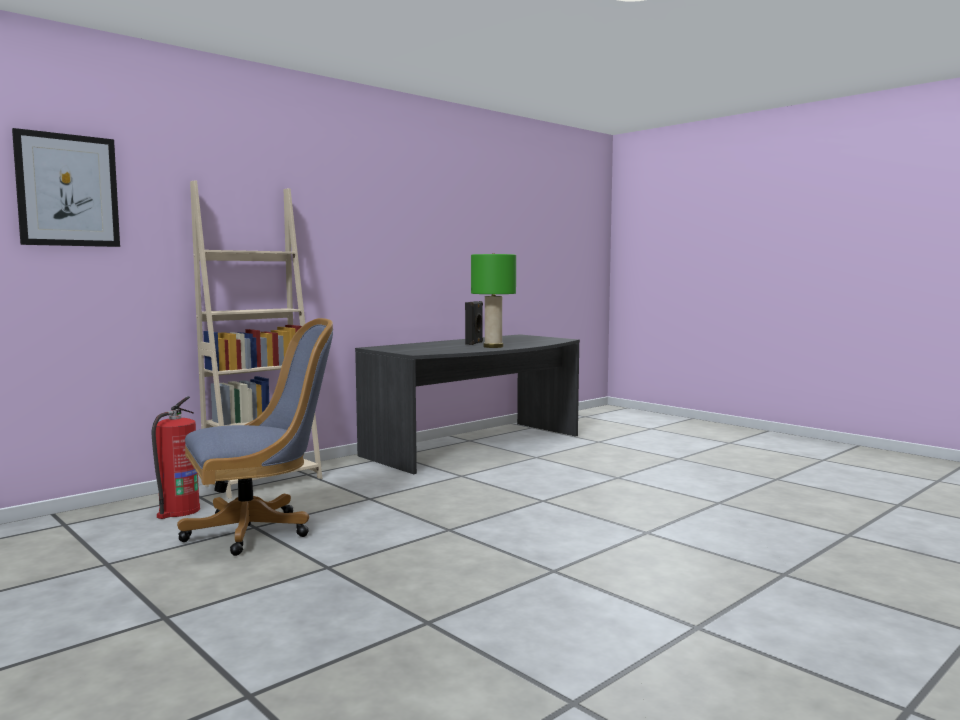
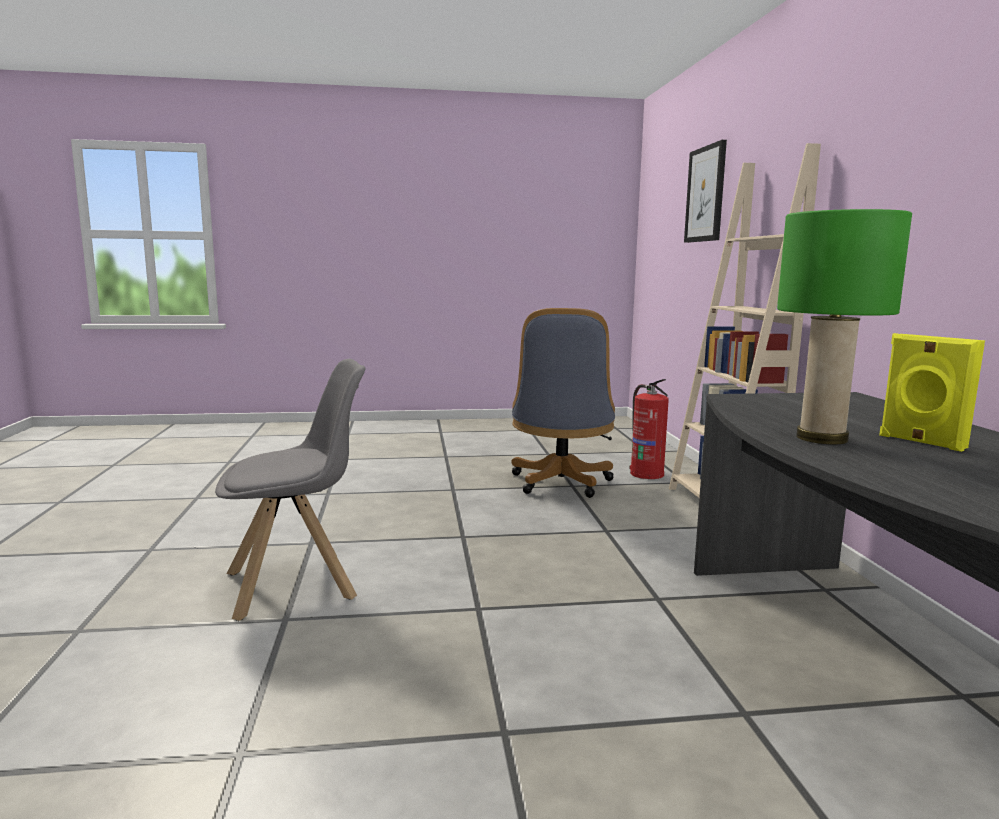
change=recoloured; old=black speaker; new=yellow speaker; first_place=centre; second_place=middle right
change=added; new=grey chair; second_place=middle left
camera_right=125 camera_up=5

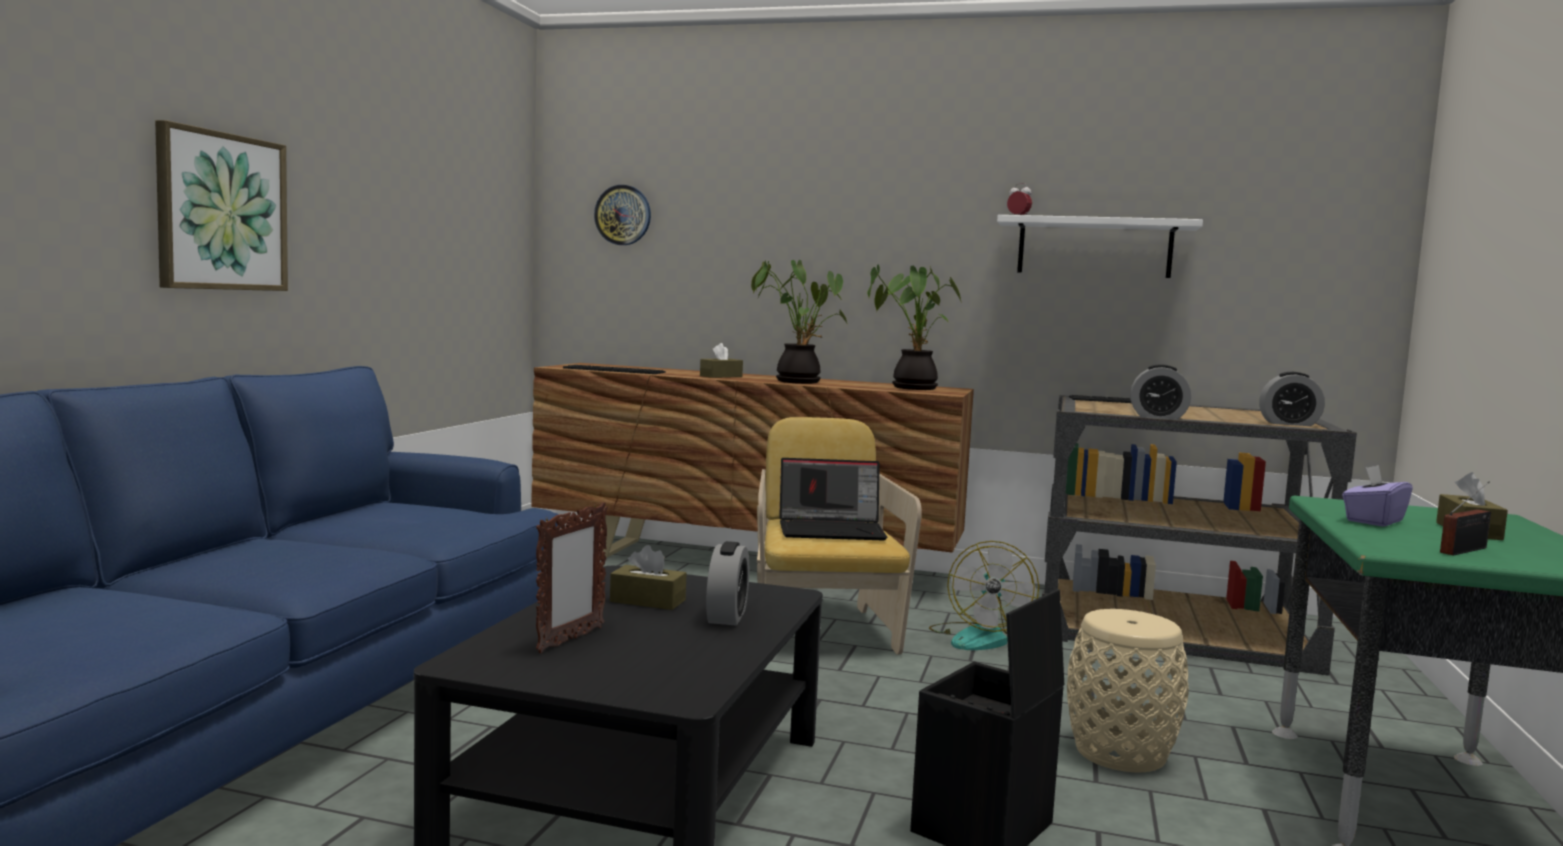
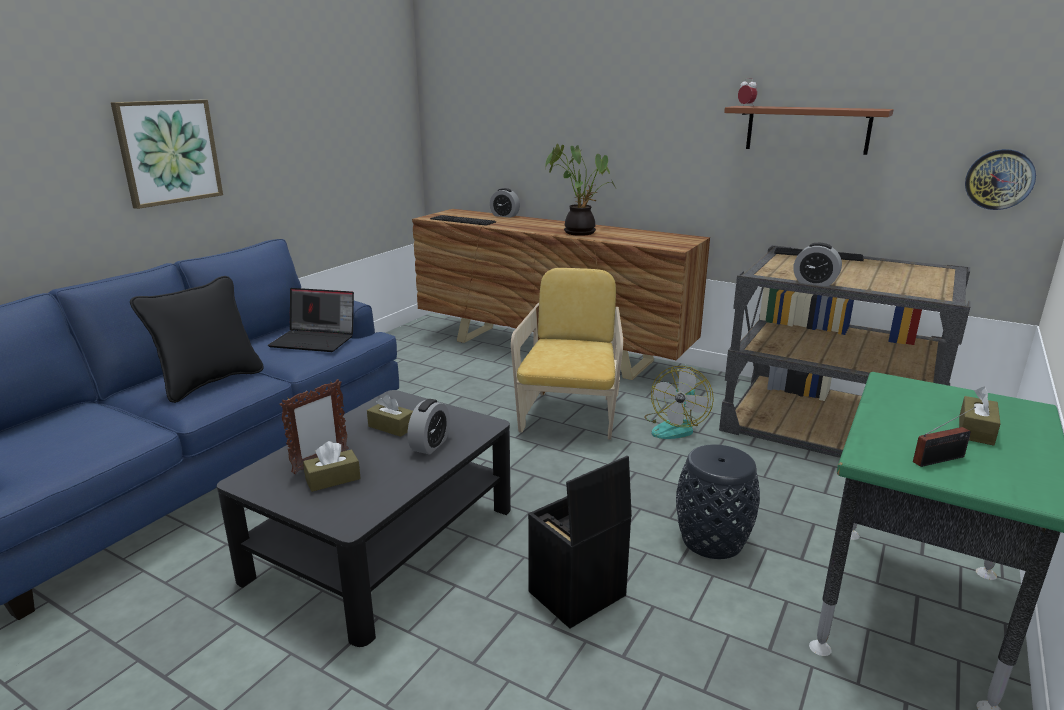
change=moved; old=wall clock; first_place=top centre; second_place=top right
change=moved; old=brown tissue box (2nd from left in the first image); new=brown tissue box (1st from left); first_place=centre; second_place=middle left
change=moved; old=laptop; first_place=centre; second_place=middle left
change=removed; old=potted plant (2nd from left); first_place=centre
change=recoloured; old=white shelf; new=brown shelf; first_place=top right; second_place=top right
change=recoloured; old=beige stool; new=black stool; first_place=bottom right; second_place=bottom right
change=moved; old=alarm clock (4th from left in the first image); new=alarm clock (2nd from left); first_place=middle right; second_place=top centre
change=removed; old=purple tissue box; first_place=middle right
change=added; new=black pillow; second_place=middle left
camera_right=15 camera_up=15

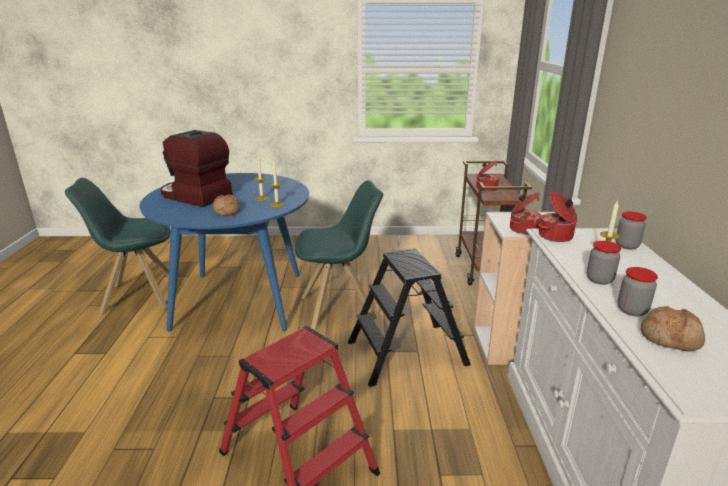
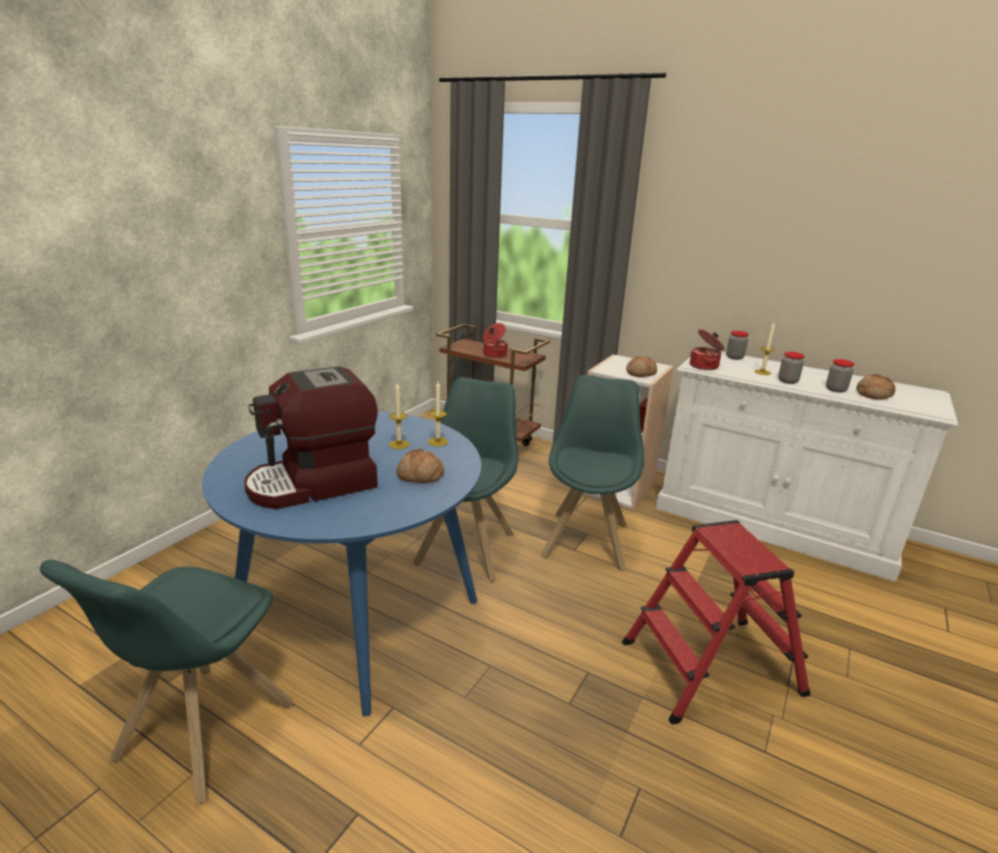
change=replaced; old=black step ladder; new=turquoise chair (3rd from left); first_place=centre; second_place=centre
change=replaced; old=cooking pot (2nd from left); new=bread (2nd from left); first_place=middle right; second_place=centre
camera_right=-60 camera_up=0

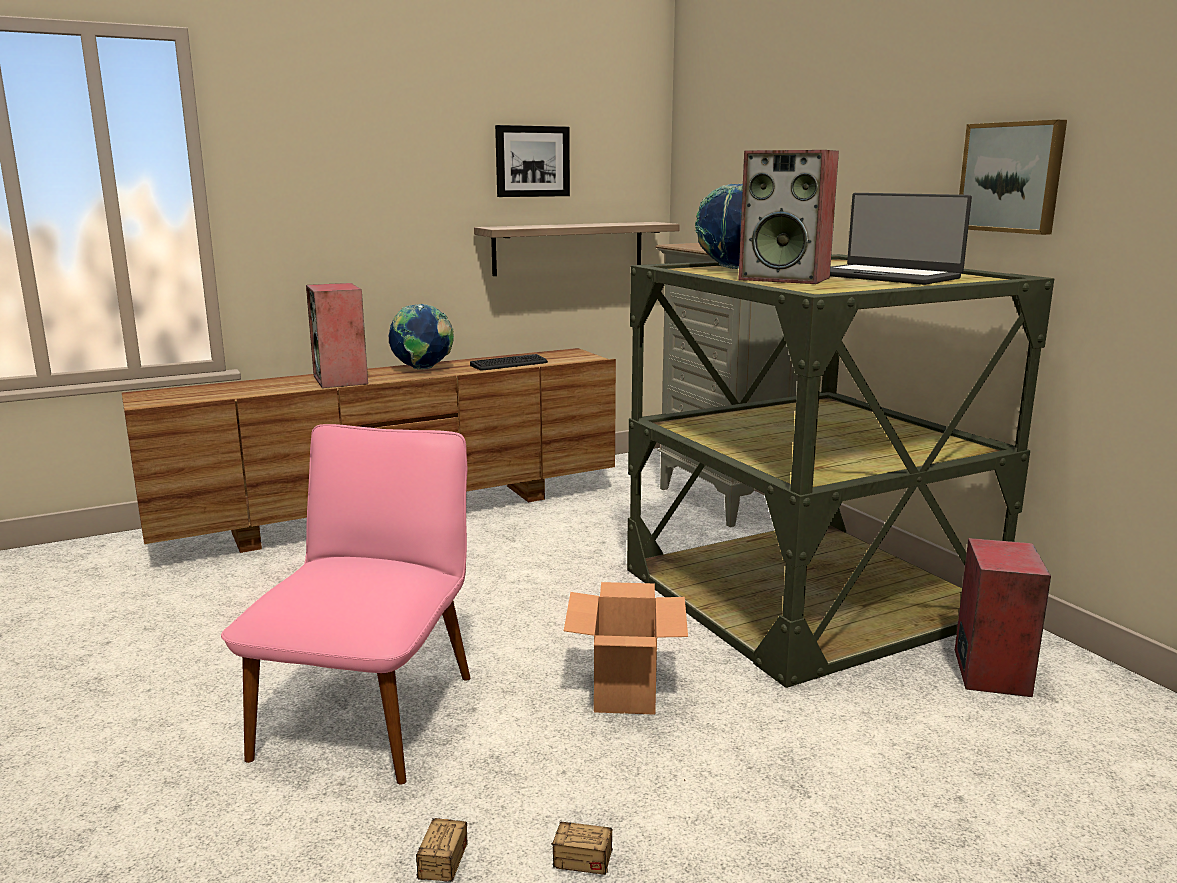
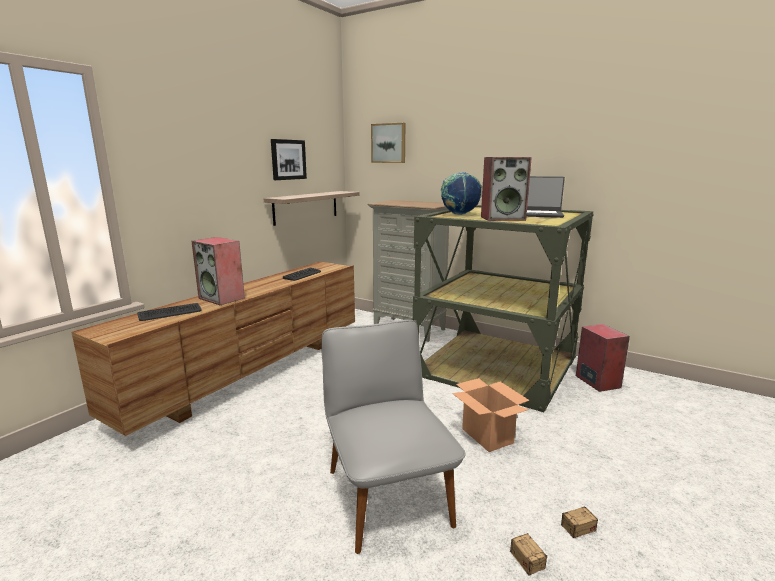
change=recoloured; old=pink chair; new=grey chair; first_place=bottom left; second_place=bottom centre
change=removed; old=globe (1st from left); first_place=centre
change=moved; old=picture (2nd from left); first_place=top right; second_place=top centre
change=added; new=keyboard (1st from left); second_place=middle left
camera_right=-30 camera_up=0

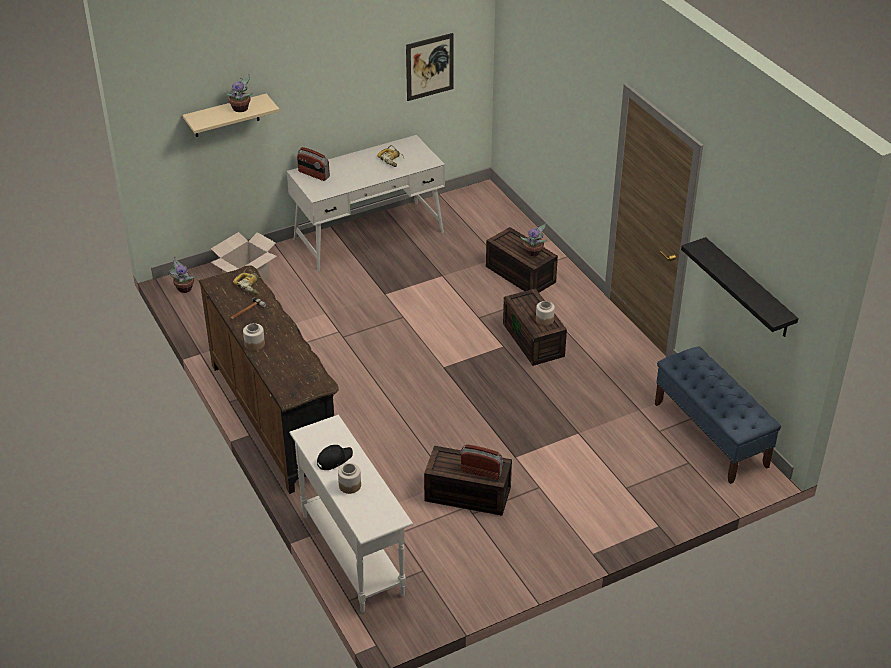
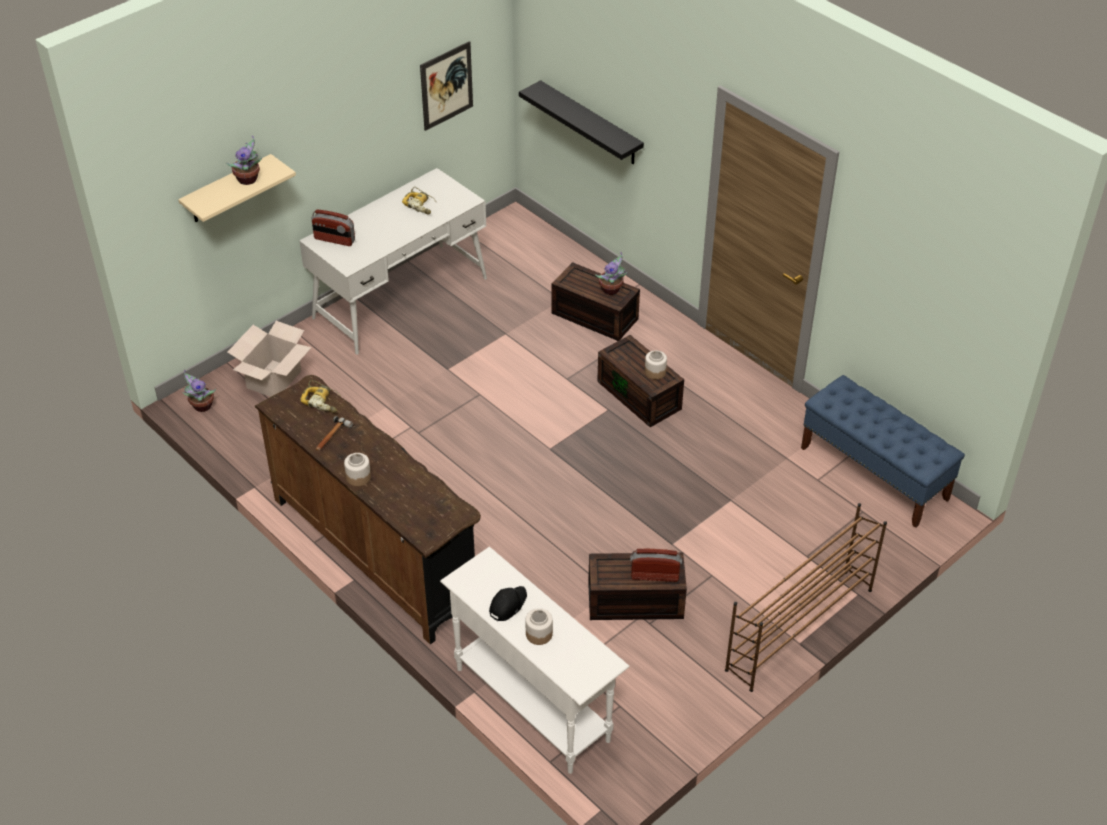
change=moved; old=black shelf; first_place=middle right; second_place=top centre
change=added; new=brown shoe rack; second_place=bottom right
camera_right=-15 camera_up=5

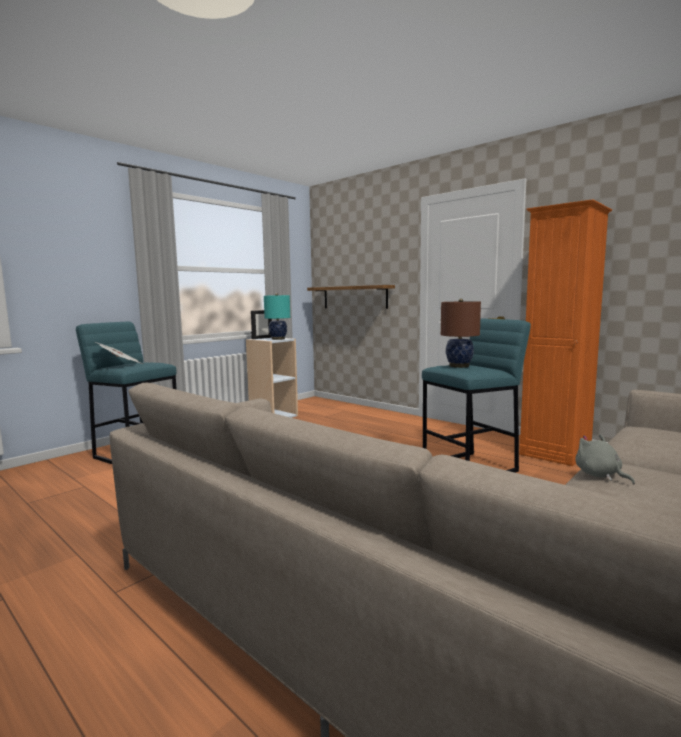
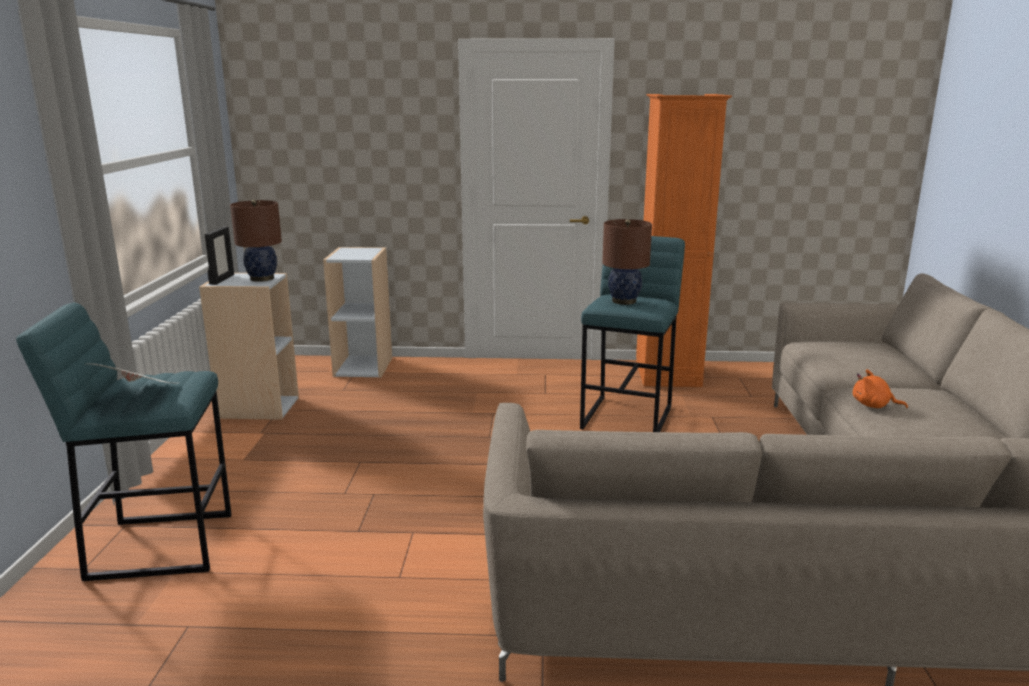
change=recoloured; old=turquoise table lamp; new=brown table lamp (1st from left); first_place=centre; second_place=middle left
change=removed; old=shelf; first_place=centre
change=recoloured; old=grey plush toy; new=orange plush toy; first_place=middle right; second_place=middle right
change=added; new=bookcase (2nd from left); second_place=centre
camera_right=-40 camera_up=10

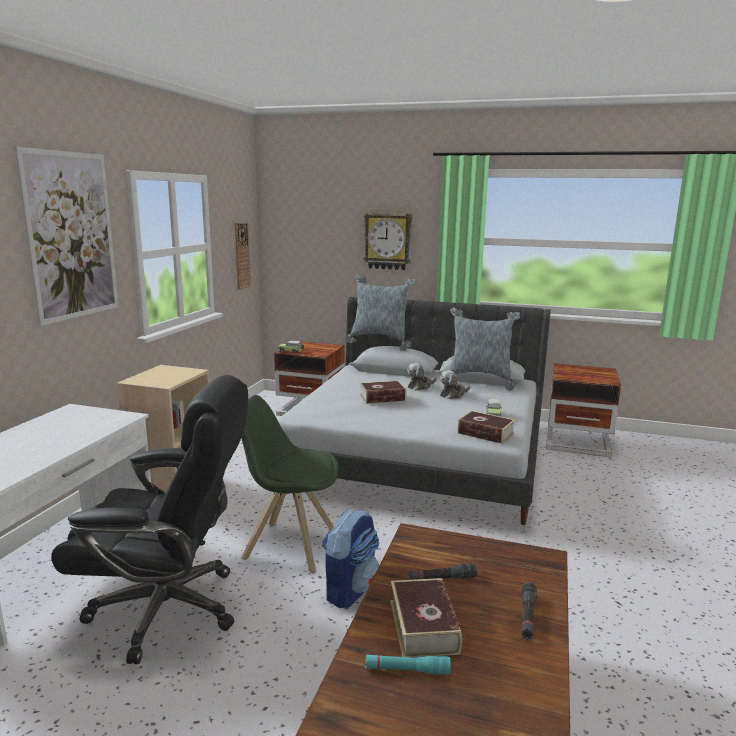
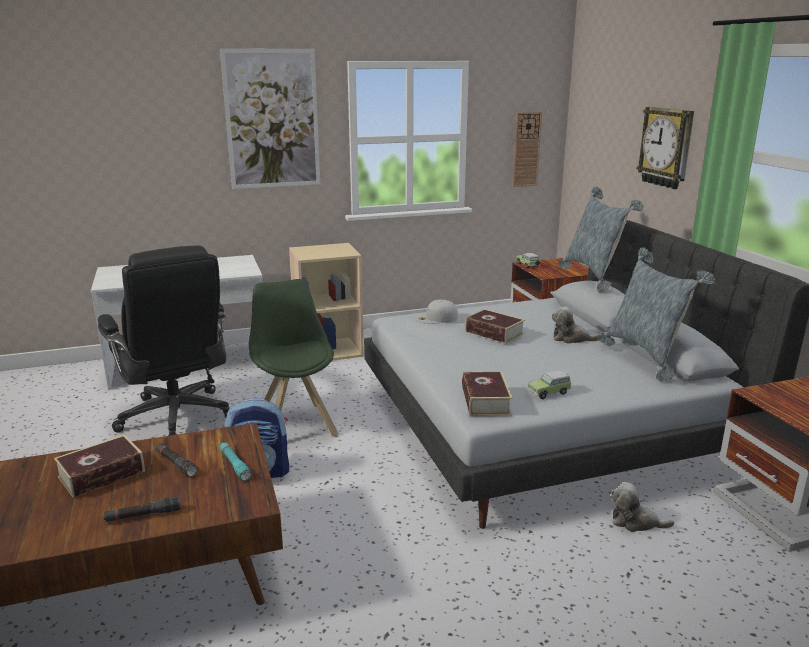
change=moved; old=turquoise flashlight; first_place=bottom centre; second_place=bottom left
change=moved; old=plush toy (2nd from left); first_place=centre; second_place=bottom right
change=added; new=white cap; second_place=centre
camera_right=55 camera_up=5

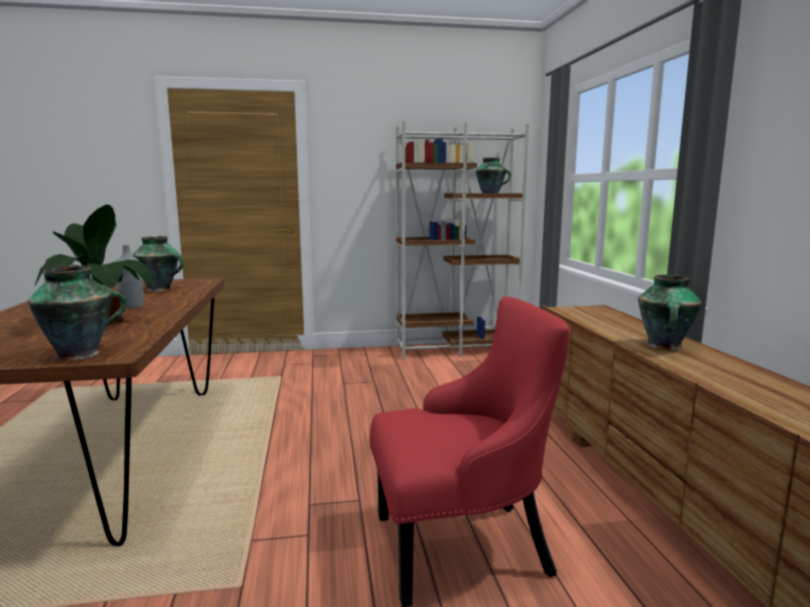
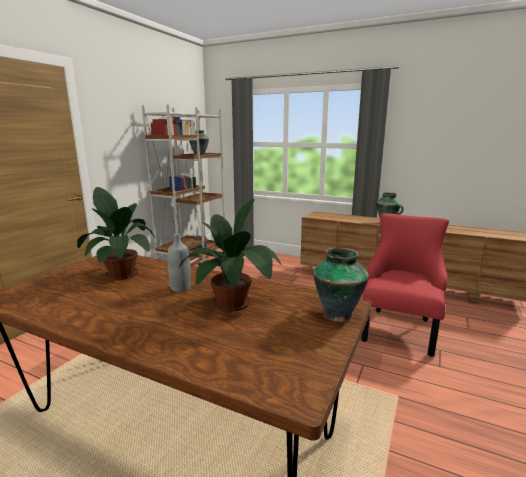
change=replaced; old=vase (2nd from left); new=potted plant (1st from left); first_place=middle left; second_place=middle left
camera_right=-55 camera_up=5

